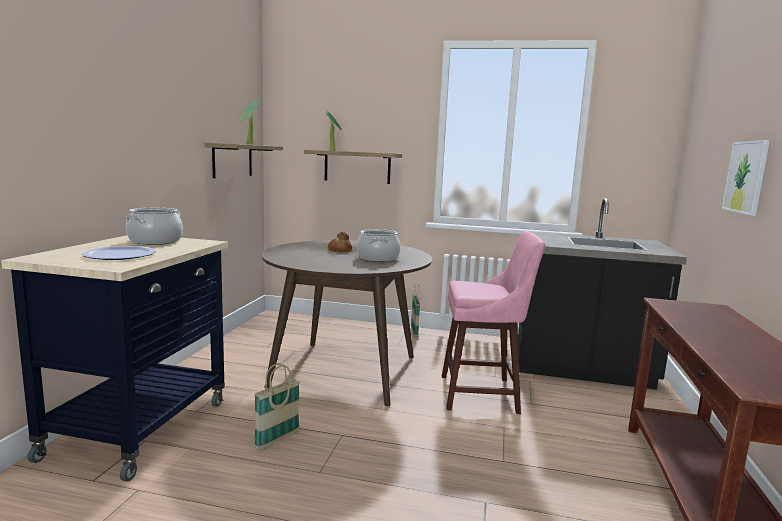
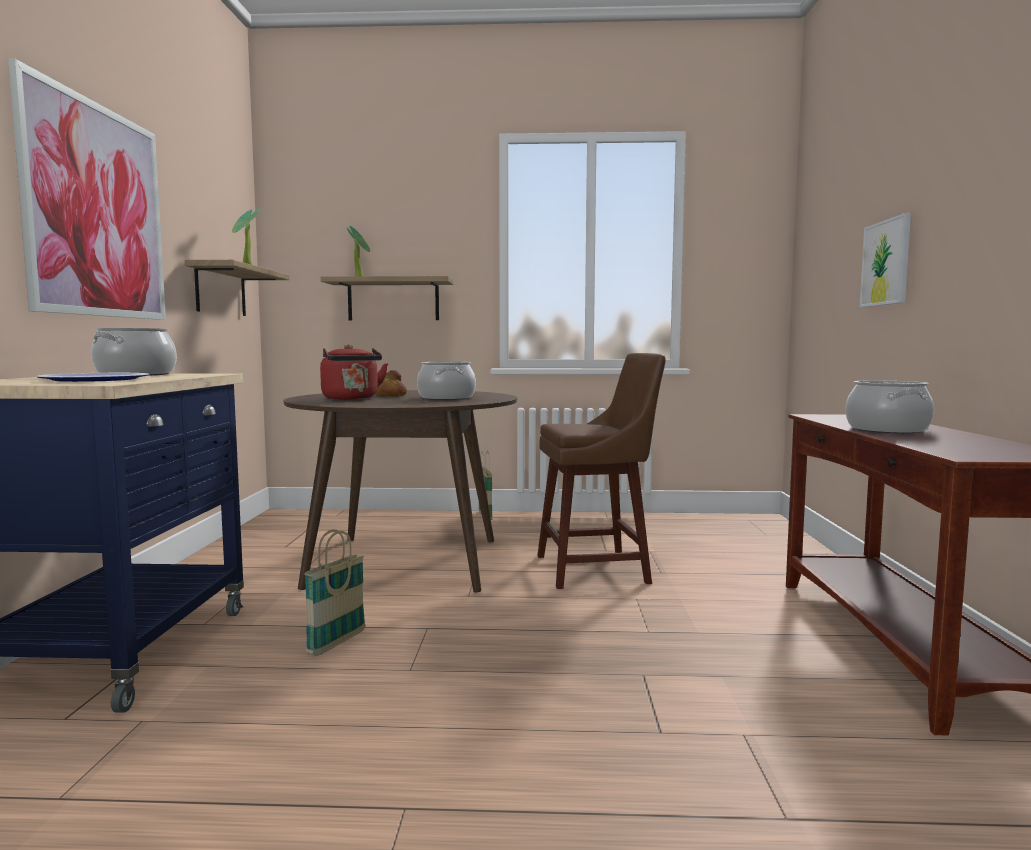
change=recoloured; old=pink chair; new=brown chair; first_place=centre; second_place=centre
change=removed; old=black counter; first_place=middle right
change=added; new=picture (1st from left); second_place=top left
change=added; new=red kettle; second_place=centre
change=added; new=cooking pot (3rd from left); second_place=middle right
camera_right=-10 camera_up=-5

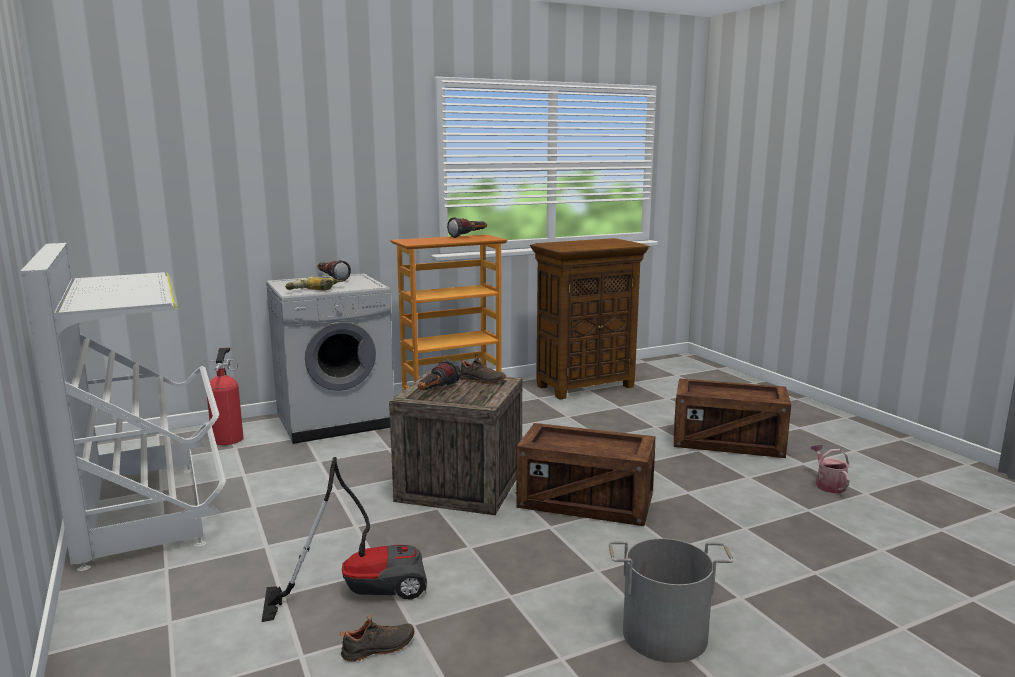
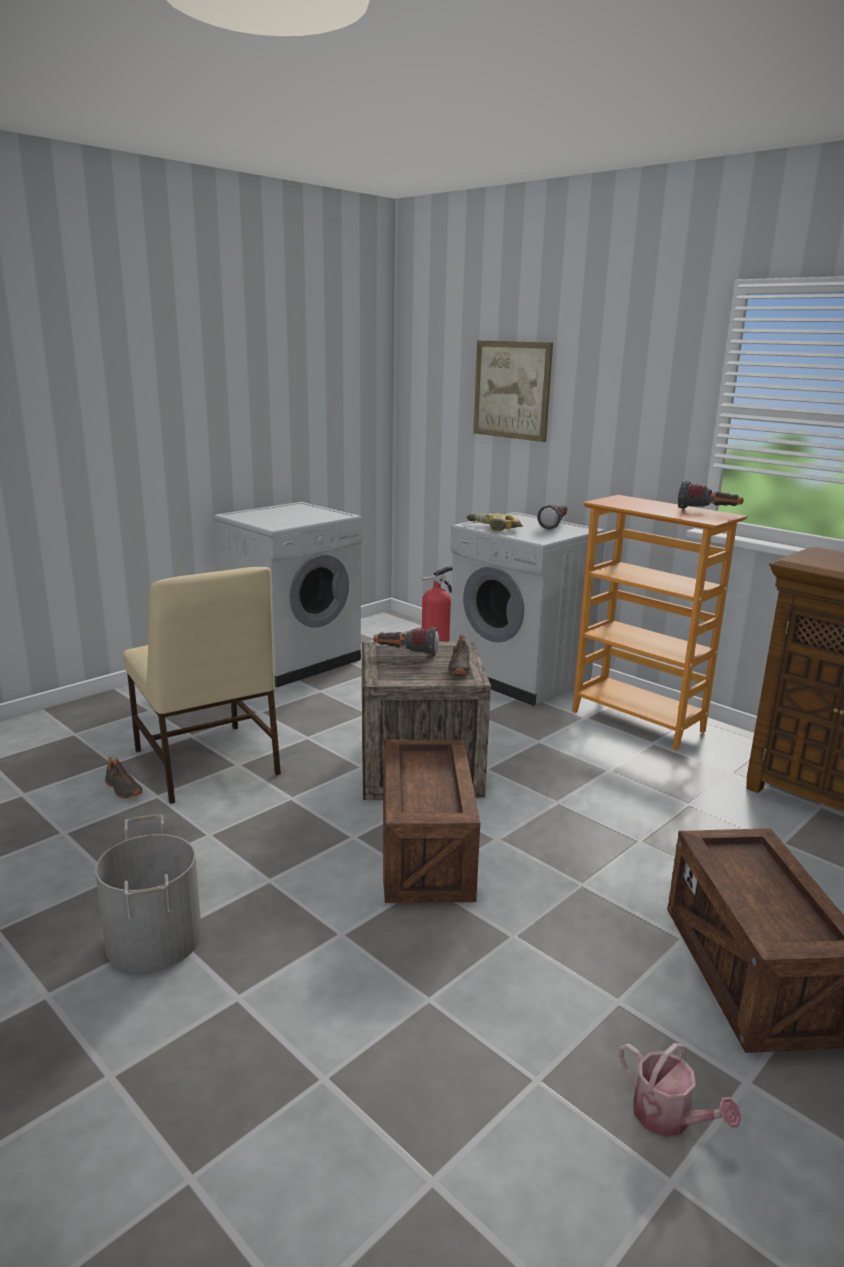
change=replaced; old=white shoe rack; new=white washing machine (1st from left); first_place=middle left; second_place=centre
change=replaced; old=vacuum cleaner; new=beige chair; first_place=bottom centre; second_place=middle left
change=turned; old=watering can; first_place=bottom right; second_place=bottom right; degrees=75
change=added; new=picture; second_place=top centre
camera_right=70 camera_up=5

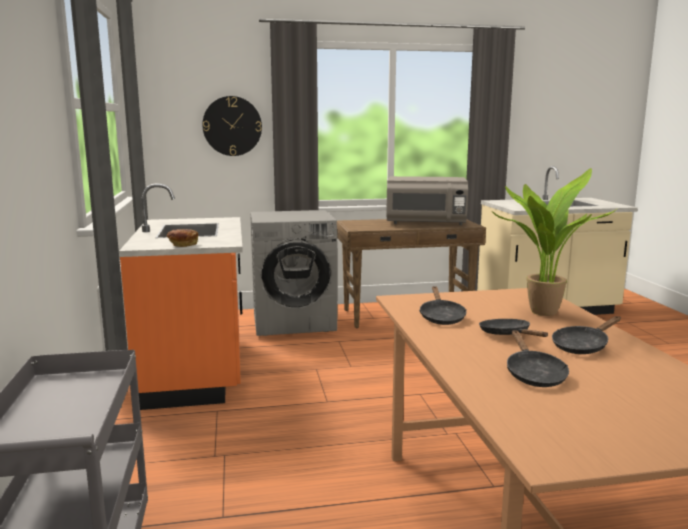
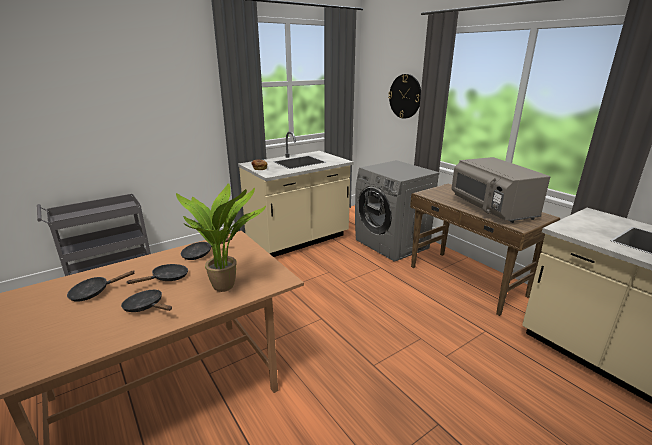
change=recoloured; old=orange counter; new=beige counter (1st from left); first_place=middle left; second_place=centre
camera_right=65 camera_up=10

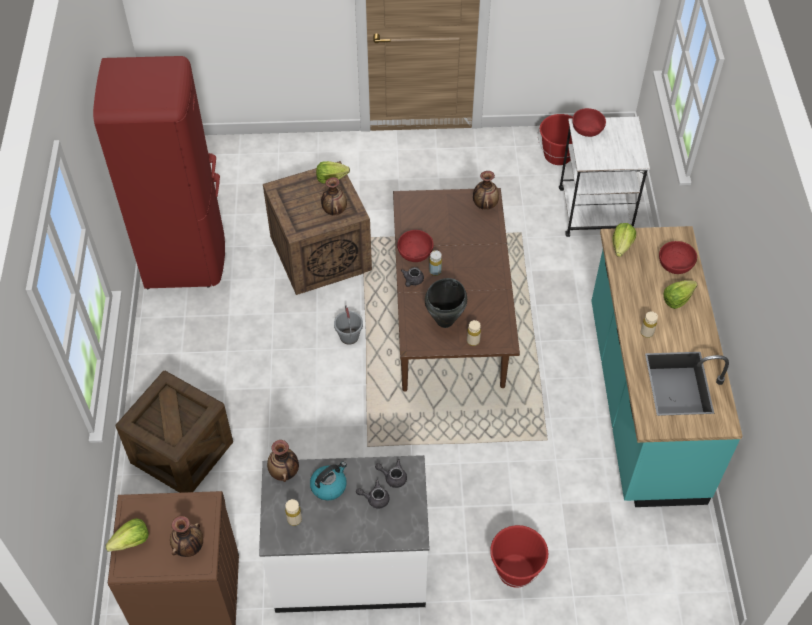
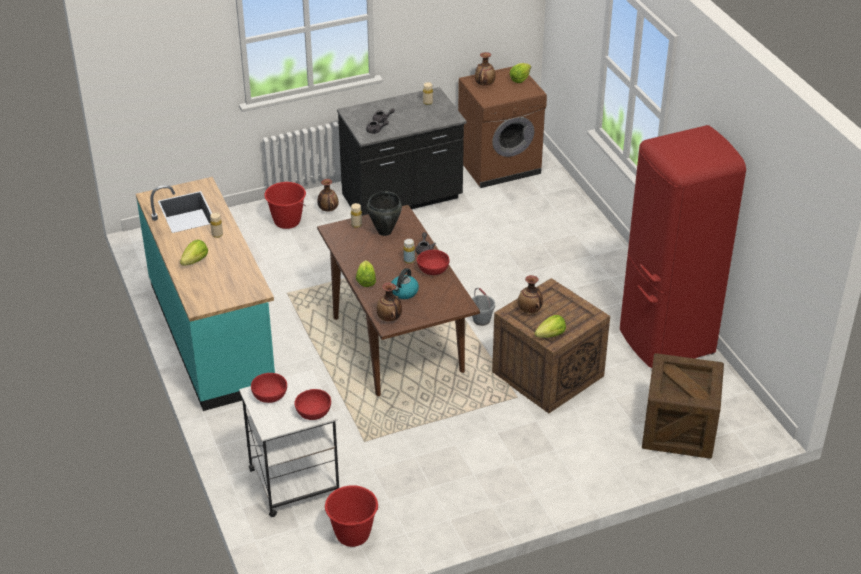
change=moved; old=crate (1st from left in the first image); new=crate (2nd from left); first_place=bottom left; second_place=bottom right
change=recoloured; old=white counter; new=black counter; first_place=bottom centre; second_place=top centre
change=moved; old=vase (2nd from left in the first image); new=vase (1st from left); first_place=bottom centre; second_place=centre
change=moved; old=kettle; first_place=bottom centre; second_place=centre
change=moved; old=lettuce (3rd from left in the first image); new=lettuce (2nd from left); first_place=middle right; second_place=centre
change=moved; old=red bowl (3rd from left in the first image); new=red bowl (1st from left); first_place=middle right; second_place=bottom left
camera_right=160 camera_up=-15

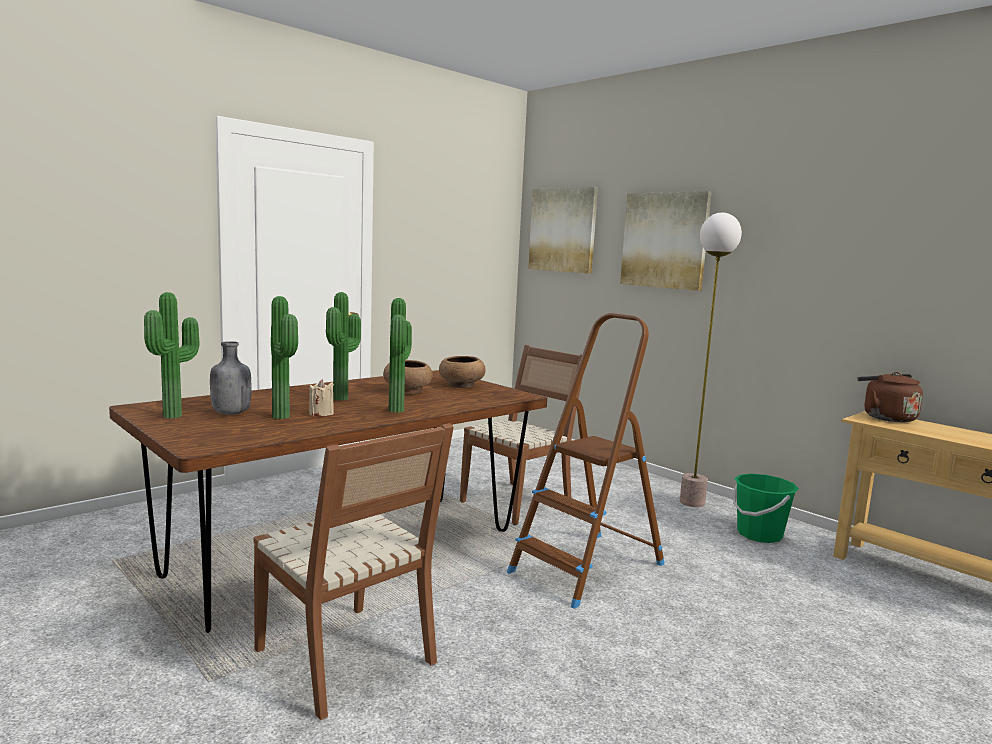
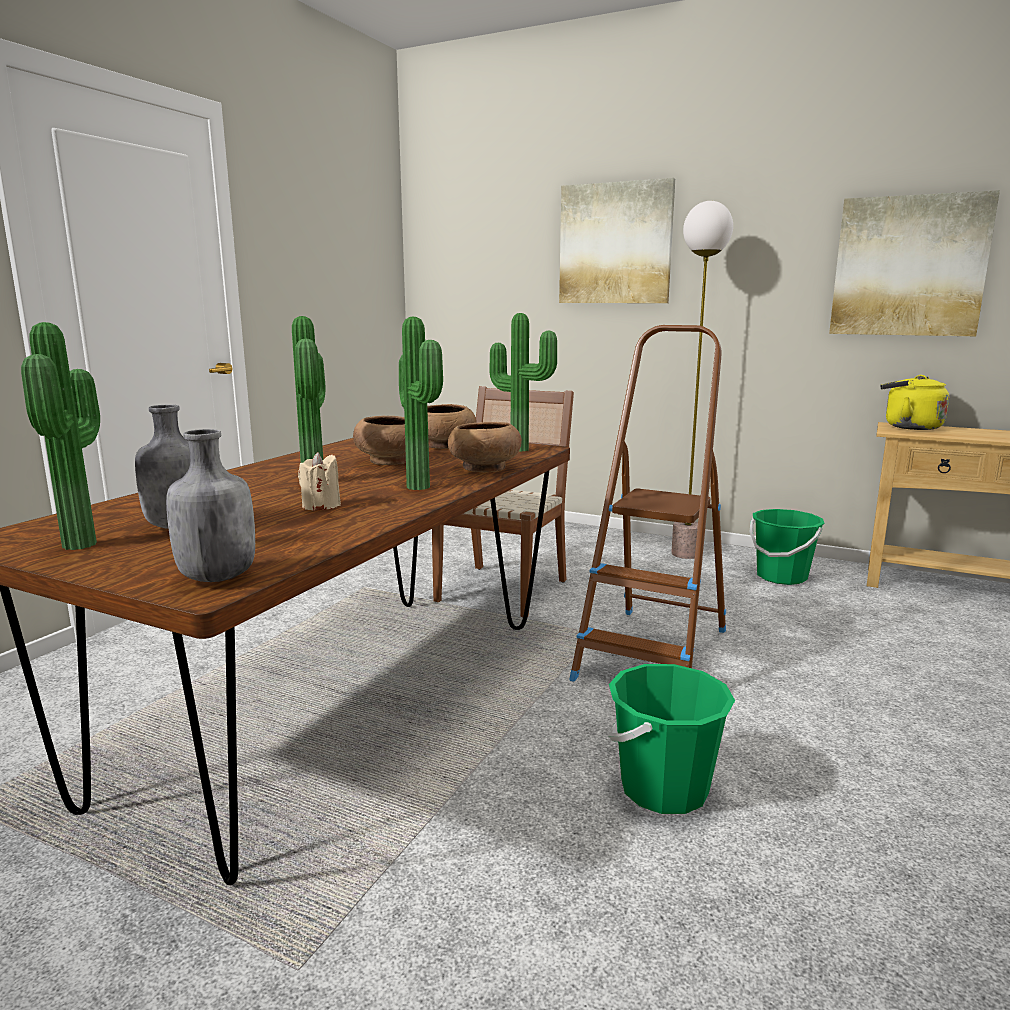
change=removed; old=chair (1st from left); first_place=bottom centre
change=moved; old=potted plant (2nd from left in the first image); new=potted plant (4th from left); first_place=middle left; second_place=centre
change=moved; old=picture (1st from left in the first image); new=picture (2nd from left); first_place=top centre; second_place=top right
change=recoloured; old=brown kettle; new=yellow kettle; first_place=middle right; second_place=middle right
change=added; new=grey bottle (2nd from left); second_place=middle left
change=added; new=brown bowl (3rd from left); second_place=centre
change=added; new=green bucket (1st from left); second_place=bottom centre
camera_right=-20 camera_up=5

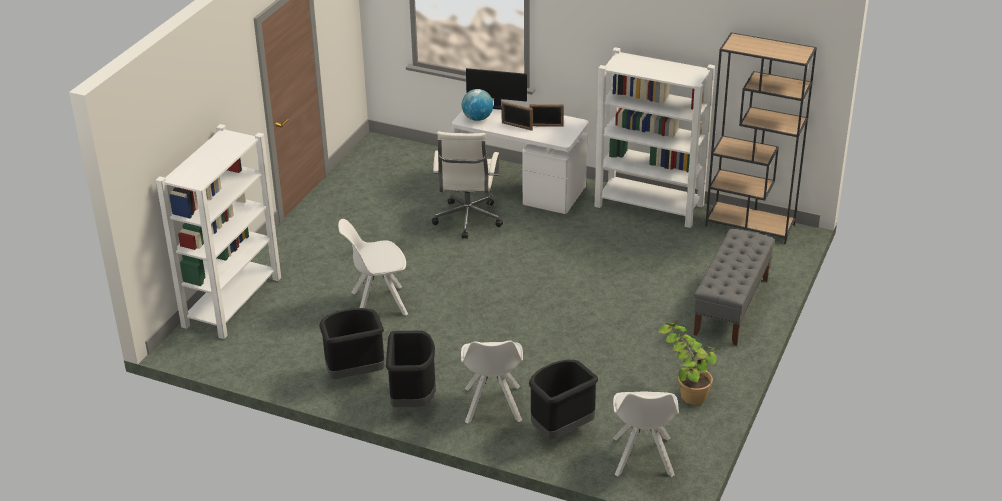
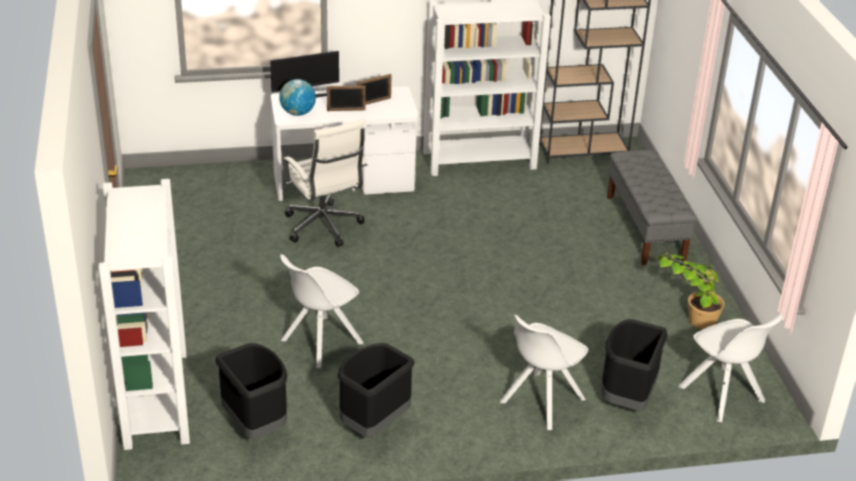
change=moved; old=black trash can (2nd from left in the first image); new=black trash can (1st from left); first_place=bottom centre; second_place=bottom left
change=turned; old=white chair (2nd from left); first_place=bottom centre; second_place=bottom centre; degrees=75
camera_right=-35 camera_up=0

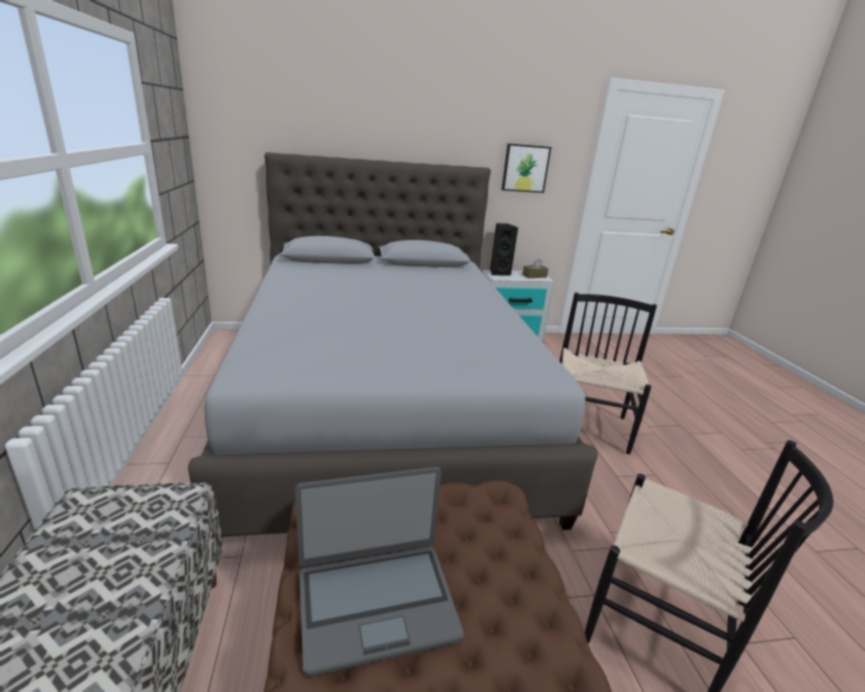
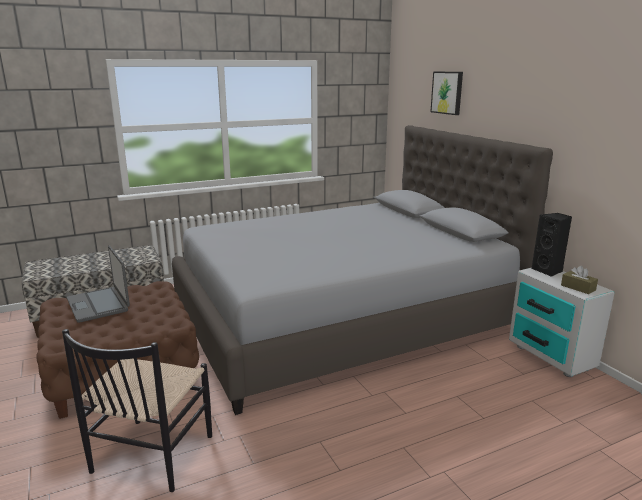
change=moved; old=picture; first_place=top centre; second_place=top right
change=removed; old=black chair (1st from left); first_place=middle right
camera_right=75 camera_up=-5

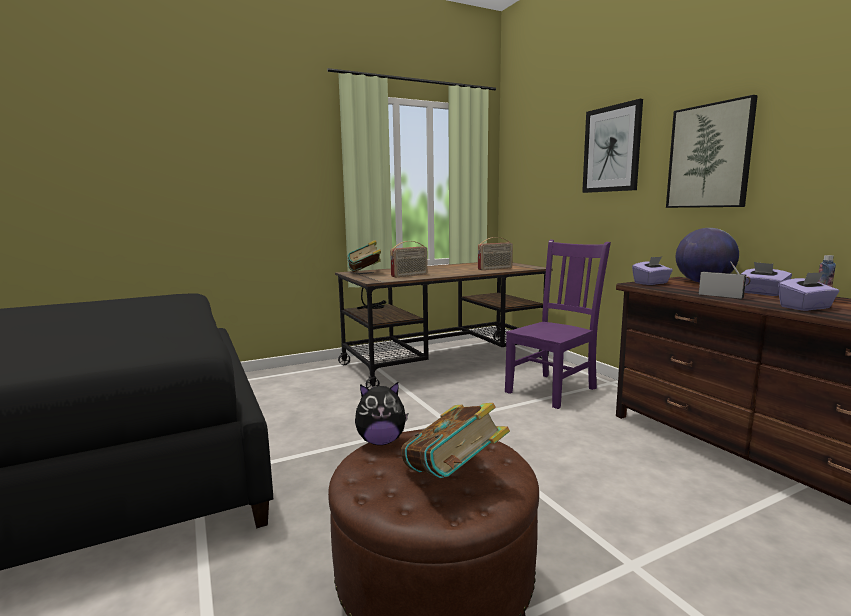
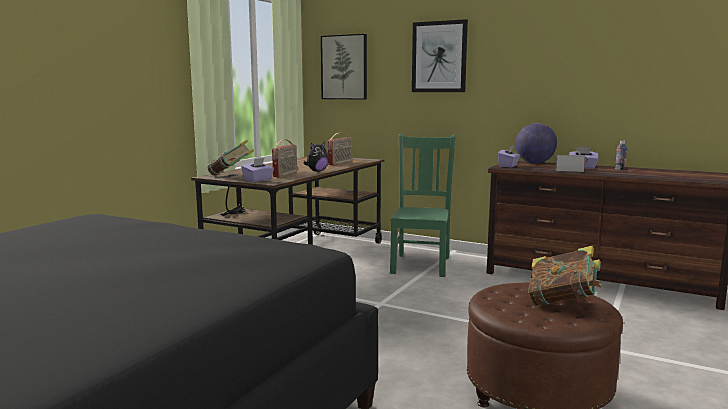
change=moved; old=plush toy; first_place=bottom centre; second_place=centre
change=recoloured; old=purple chair; new=green chair; first_place=centre; second_place=centre
change=moved; old=picture (2nd from left in the first image); new=picture (1st from left); first_place=top right; second_place=top centre
change=moved; old=purple tissue box (3rd from left in the first image); new=purple tissue box (1st from left); first_place=middle right; second_place=centre
camera_right=-35 camera_up=0

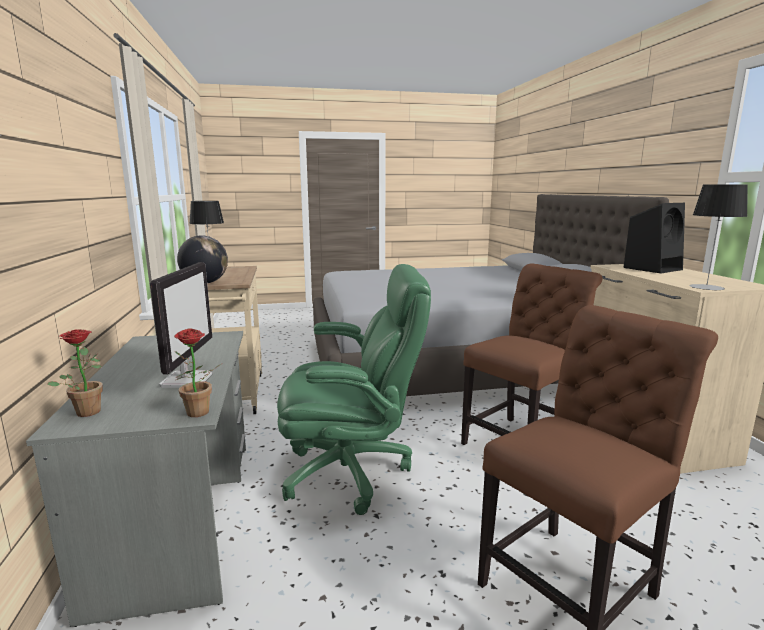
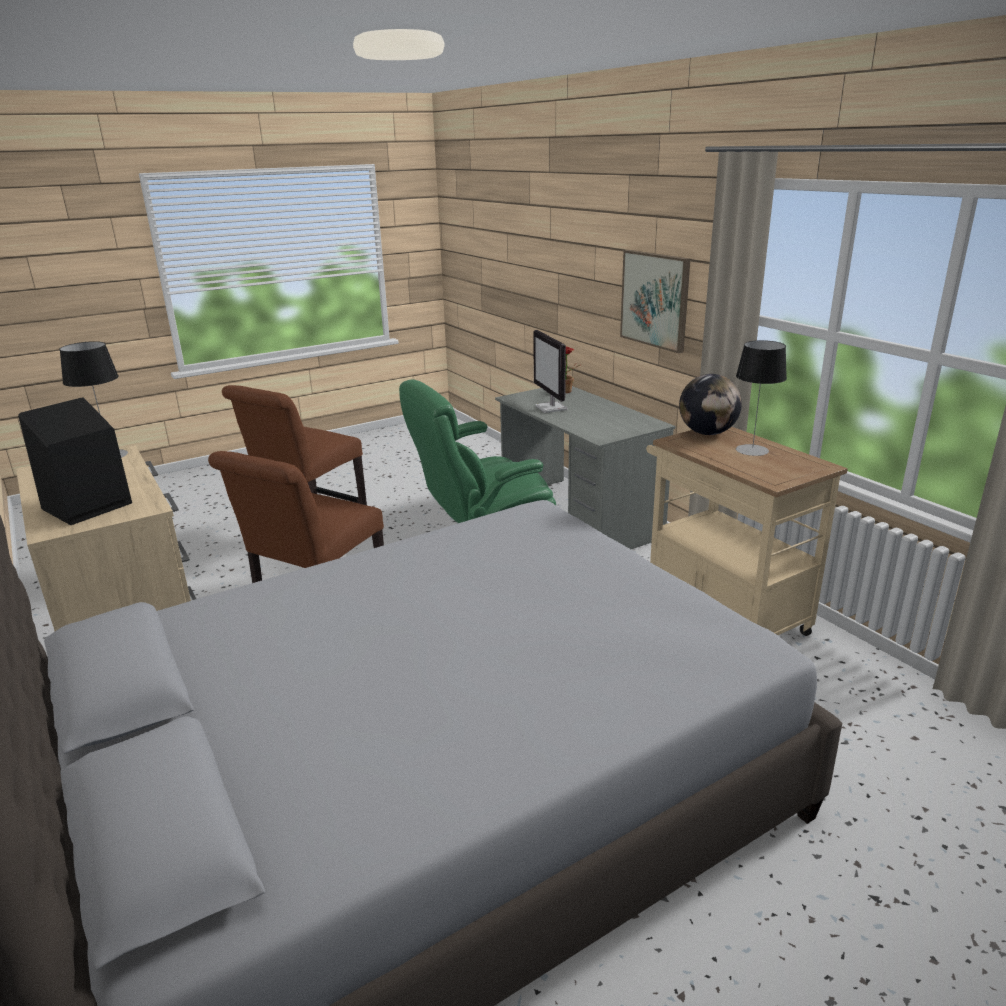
change=removed; old=potted plant (2nd from left); first_place=middle left
change=added; new=picture; second_place=top centre
camera_right=160 camera_up=10

